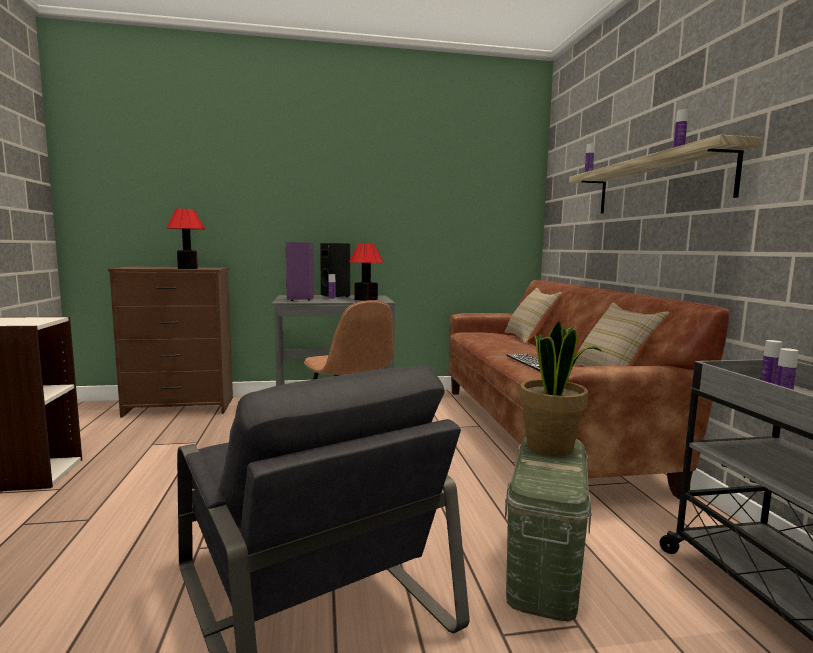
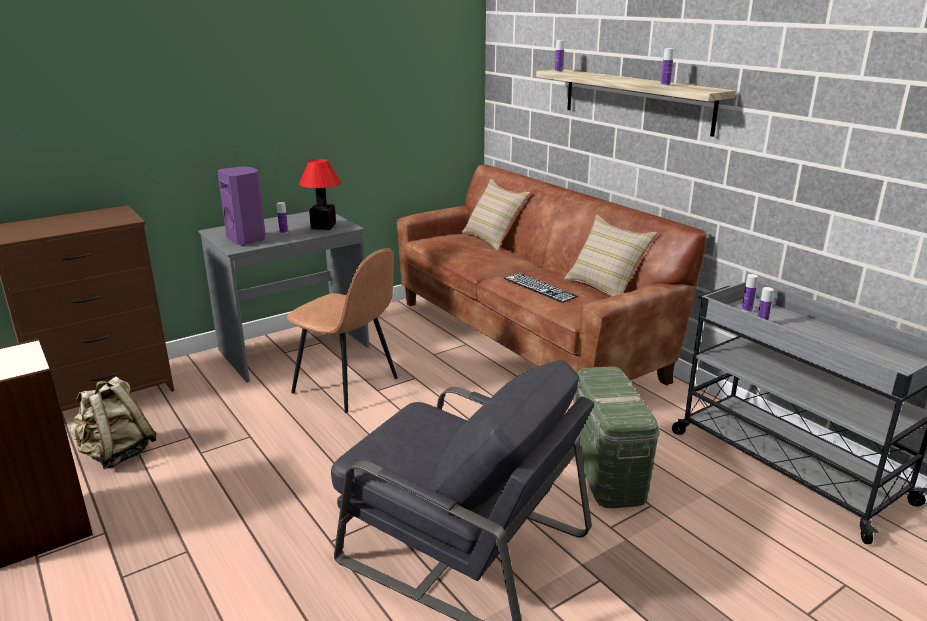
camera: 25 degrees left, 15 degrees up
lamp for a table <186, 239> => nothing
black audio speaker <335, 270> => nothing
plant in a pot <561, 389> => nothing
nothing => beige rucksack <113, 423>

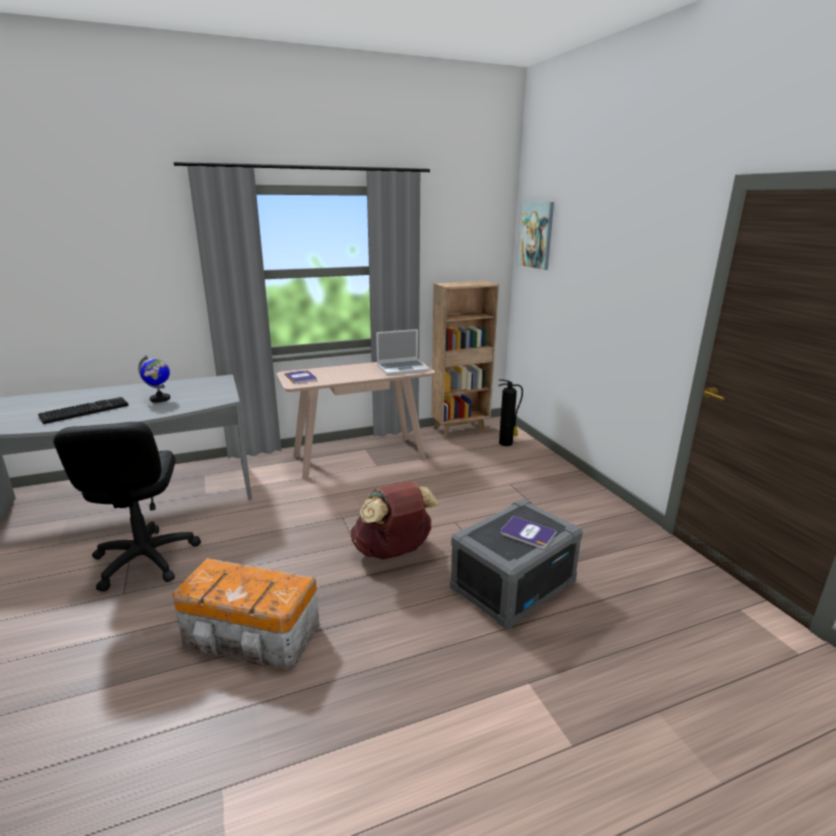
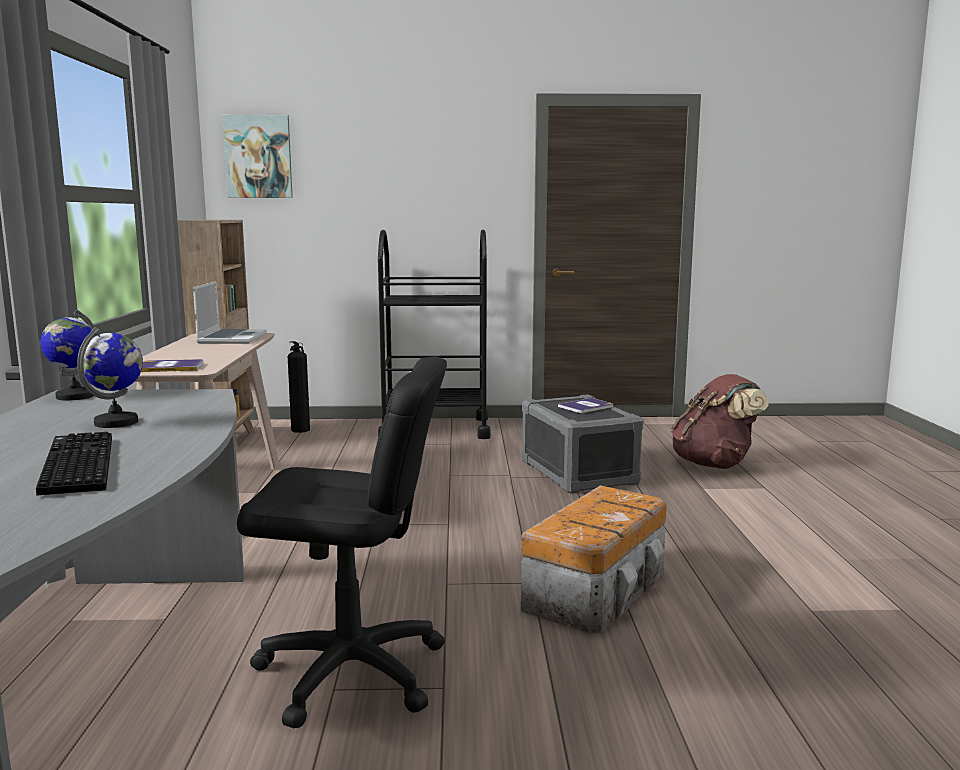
camera: 70 degrees left, 10 degrees down
brown-coloured rucksack <395, 520> => brown-coloured rucksack <720, 421>, move
nothing => desk globe <68, 355>
nothing => black wheeled cart <434, 334>

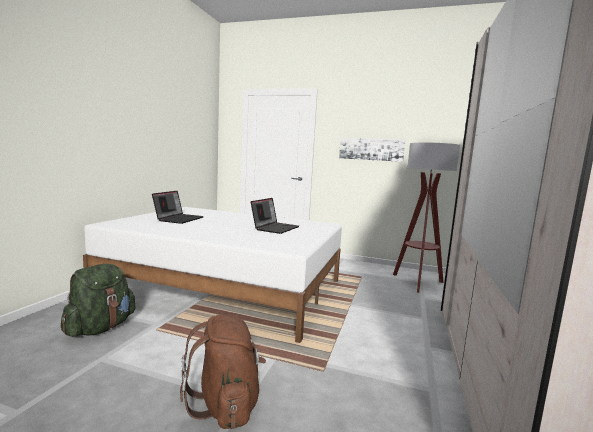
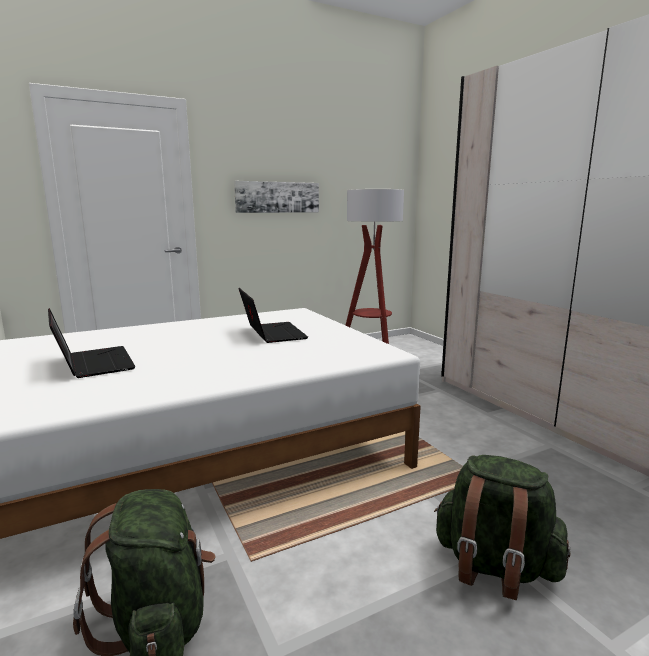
camera: 45 degrees left, 5 degrees up
brown-coloured rucksack <223, 372> => greenish rucksack <502, 527>

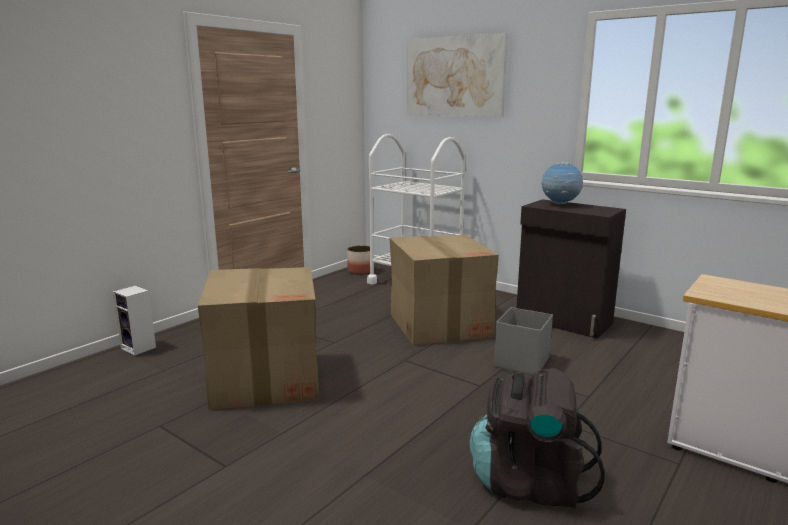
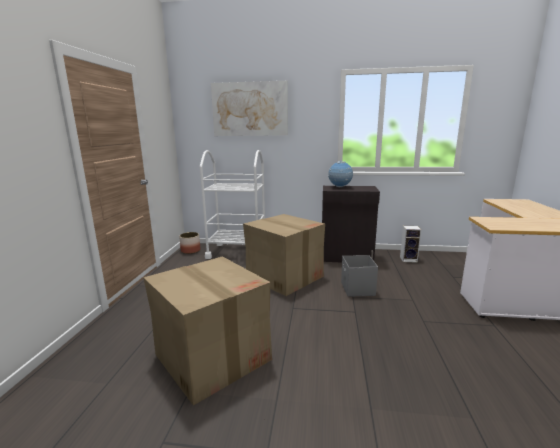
camera: 30 degrees left, 0 degrees up
audio speaker <134, 321> => audio speaker <410, 244>, move
black rucksack <537, 438> => nothing

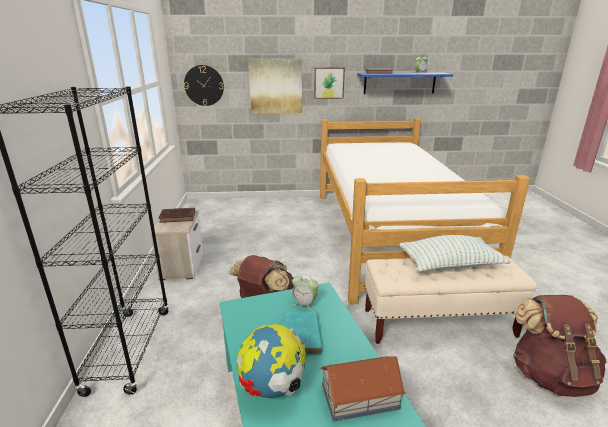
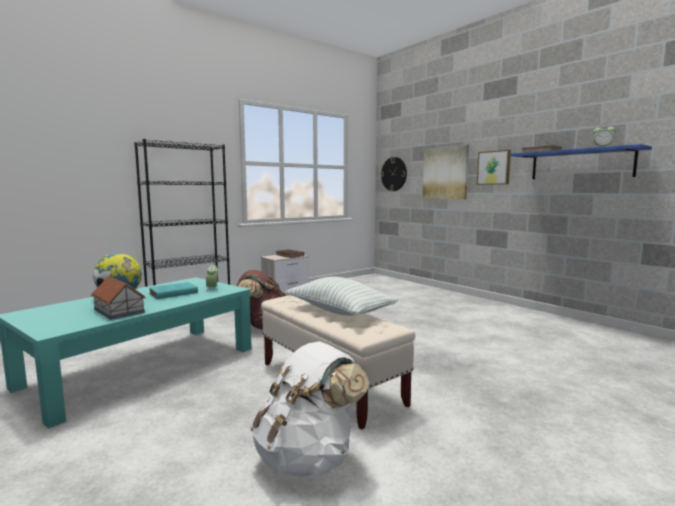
camera: 55 degrees right, 15 degrees down
bed <425, 211> => nothing
brown-coloured rucksack <560, 346> => whitish rucksack <309, 409>

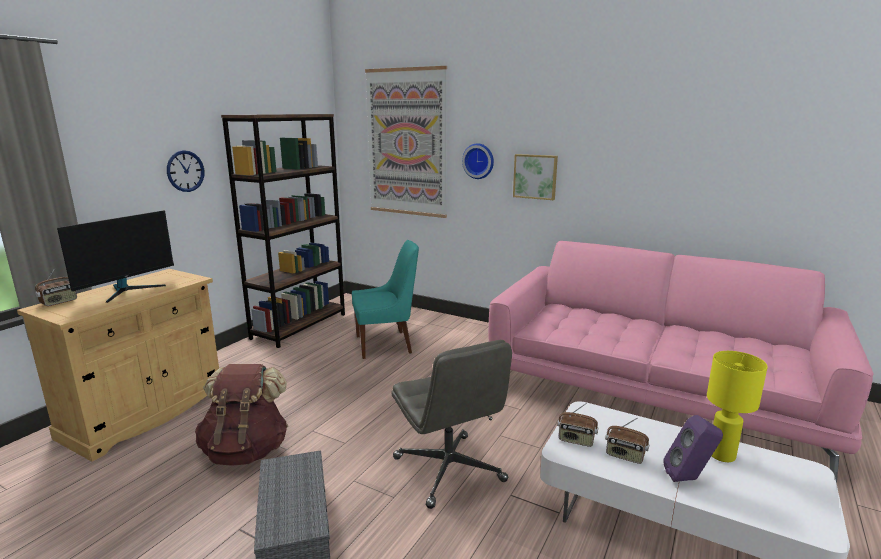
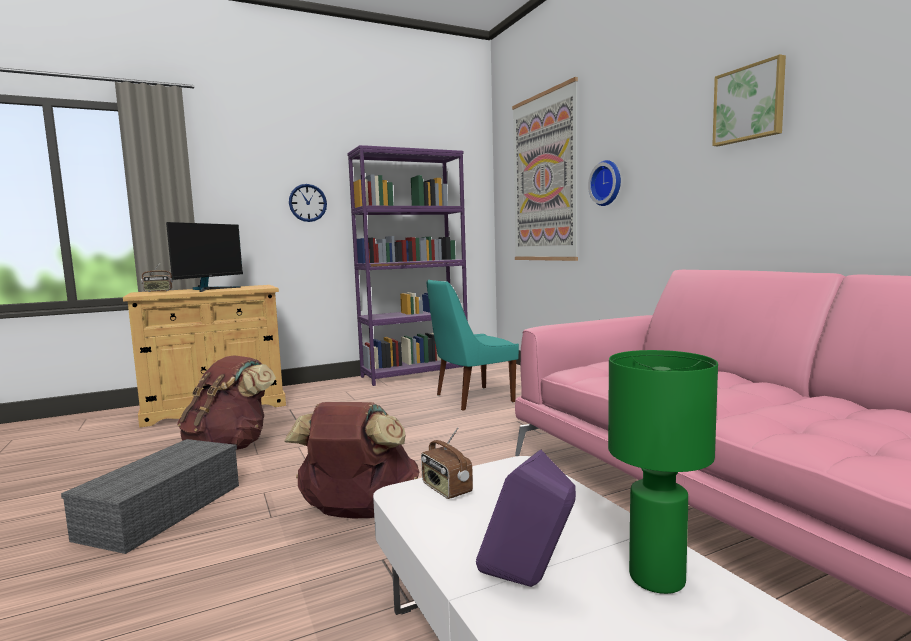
camera: 35 degrees right, 10 degrees down
computer display <115, 256> => computer display <204, 257>, 45 degrees counterclockwise
brown-coloured bookcase <283, 231> => purple-coloured bookcase <407, 265>
blue-green plain chair <385, 299> => blue-green plain chair <473, 345>, 135 degrees clockwise
grey computer chair <451, 424> => brown-coloured rucksack <351, 460>
wall art <535, 177> => wall art <749, 100>, move
radio receiver <627, 441> => nothing
yellow lamp for a table <737, 406> => greenish lamp for a table <663, 472>

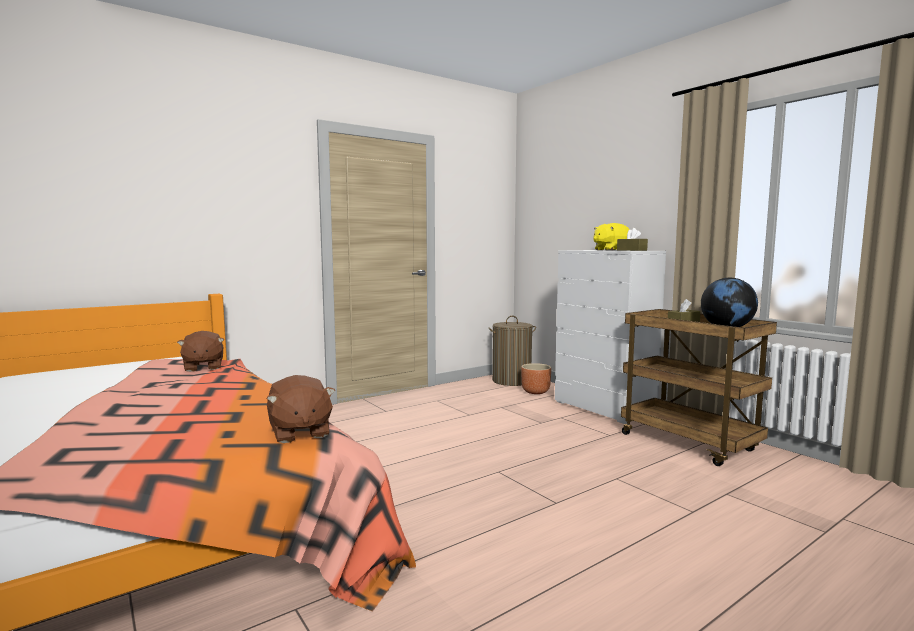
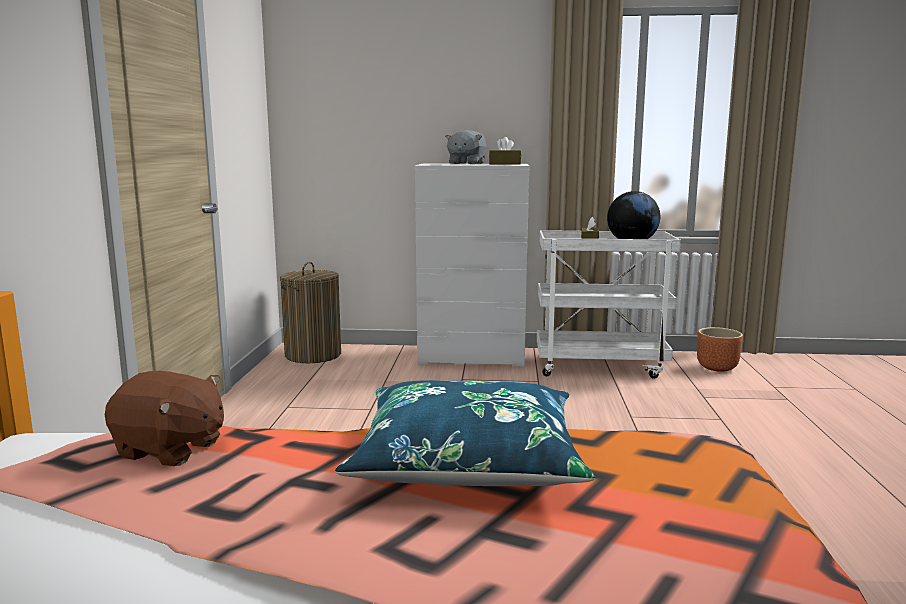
camera: 50 degrees left, 5 degrees up
brown-coloured soft toy <300, 409> => nothing
brown-coloured flower pot <536, 378> => brown-coloured flower pot <720, 349>, move
yellow soft toy <611, 236> => grey soft toy <466, 147>
brown-coloured wheeled cart <699, 387> => whitish wheeled cart <609, 304>
nothing => bluish pillow <465, 433>

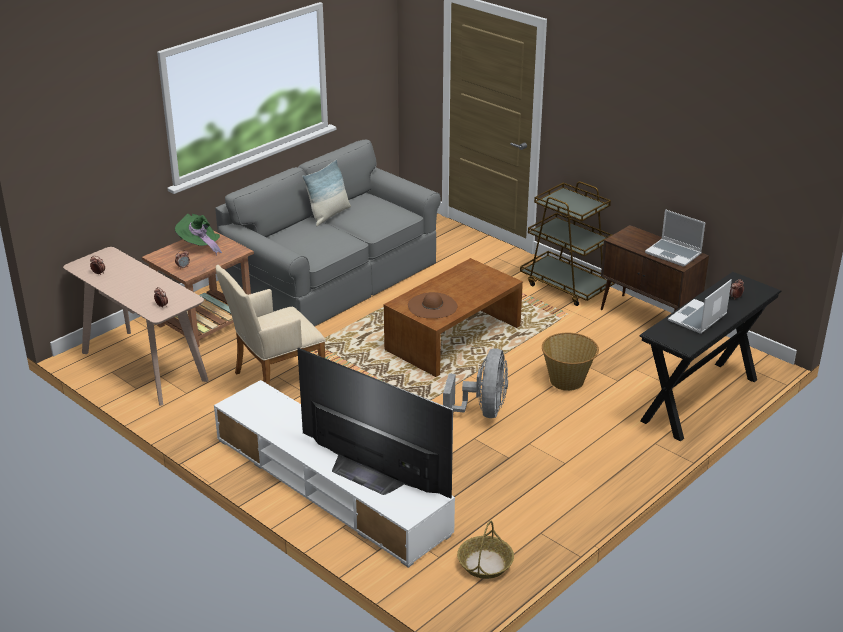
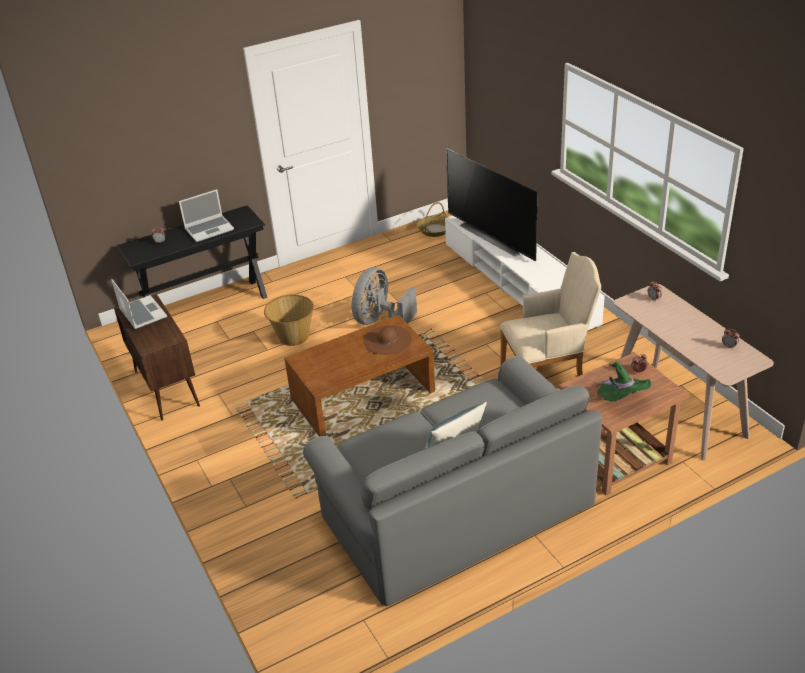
camera: 160 degrees left, 5 degrees up
brown-coloured wheeled cart <567, 243> => nothing

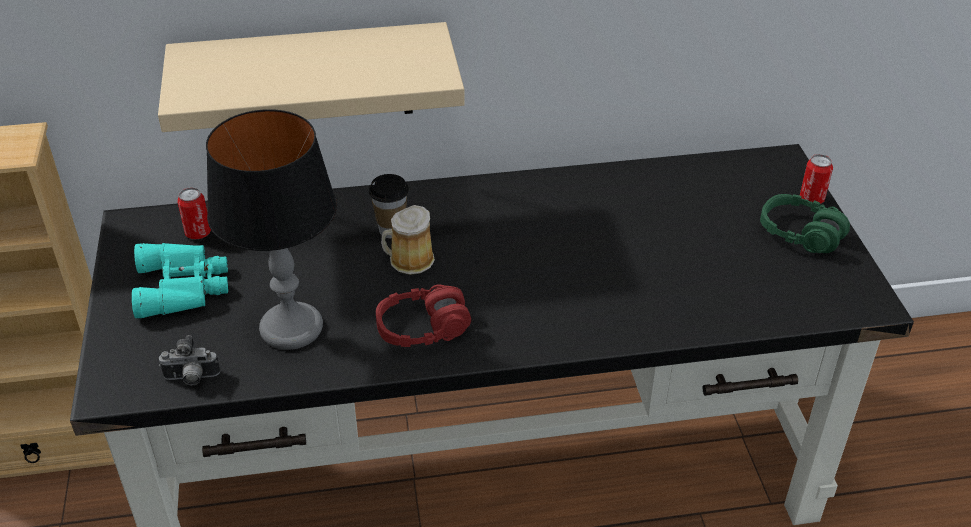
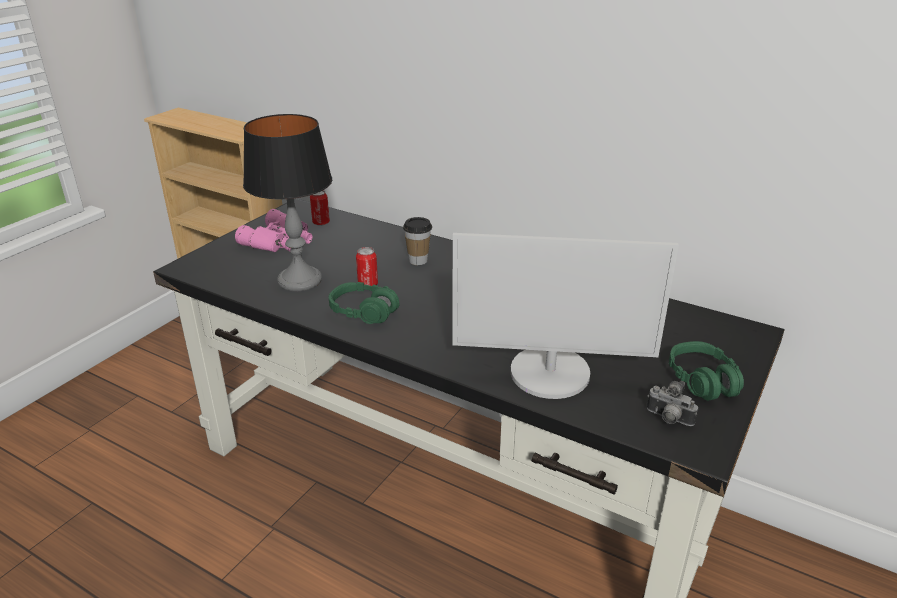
camera: 40 degrees right, 10 degrees down
blue-green pair of binoculars <180, 280> => pink pair of binoculars <273, 230>
beige wall shelf <311, 77> => nothing
photo camera <189, 360> => photo camera <672, 403>, move
red-coloured pair of headphones <423, 315> => greenish pair of headphones <364, 303>
coffee mug <408, 240> => nothing
can <816, 179> => can <367, 266>, move
nothing => computer display <565, 316>

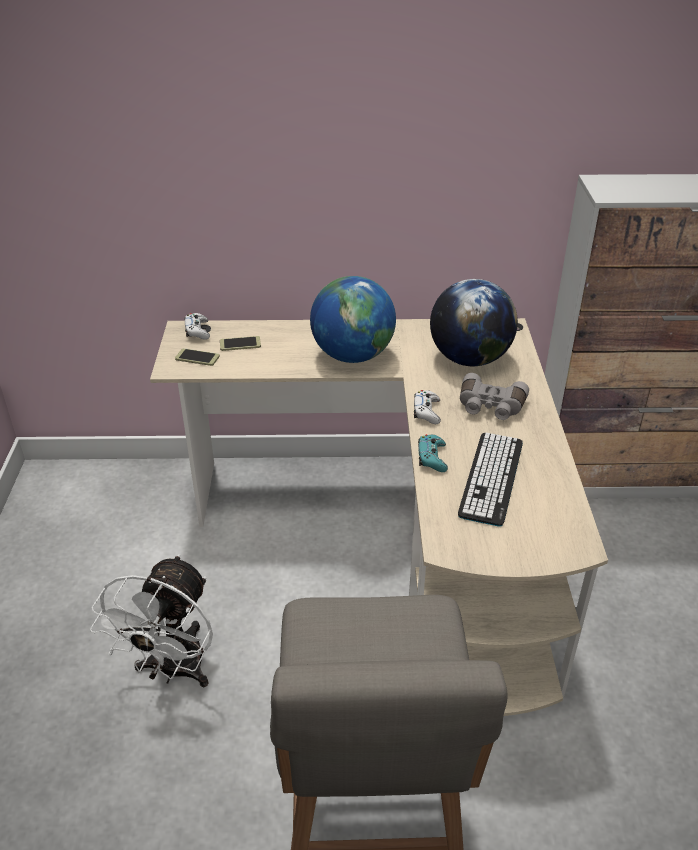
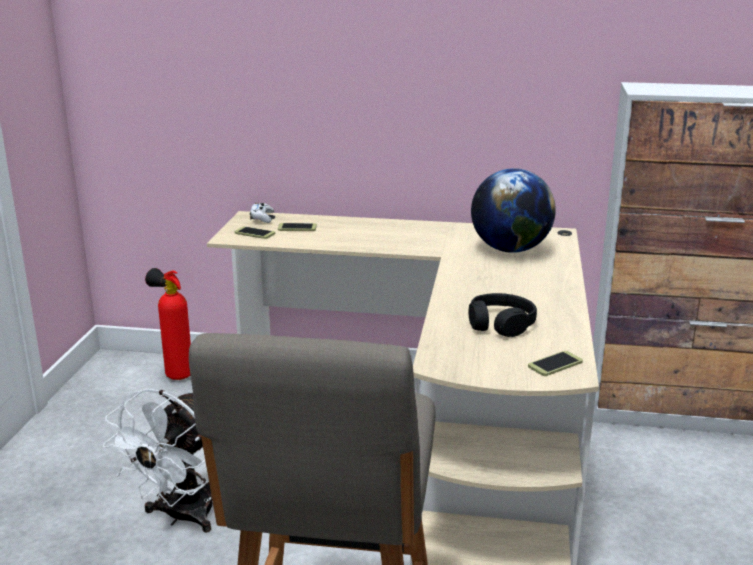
camera: 10 degrees right, 15 degrees down
desk globe <353, 319> => nothing
whitish joypad <427, 407> => nothing
blue-green joypad <433, 453> => nothing
computer keyboard <490, 479> => black pair of headphones <502, 315>
grey pair of binoculars <494, 396> => nothing
nothing => fire-fighting cylinder <168, 324>
nothing => handset <555, 363>

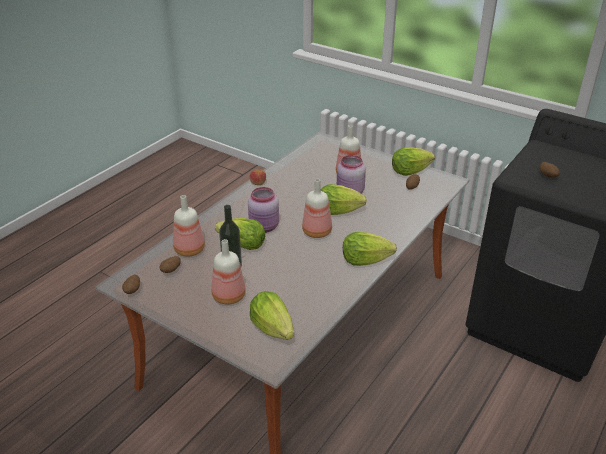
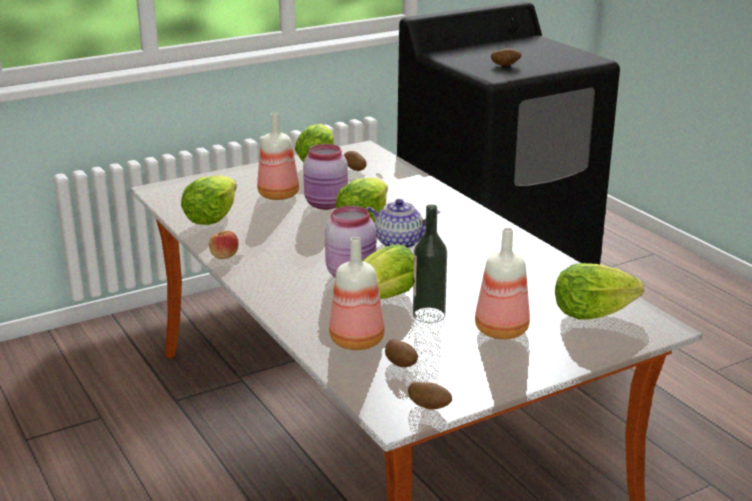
camera: 65 degrees left, 10 degrees down
bottle <317, 208> => teapot <403, 224>
head of lettuce <370, 249> => head of lettuce <209, 200>, move

